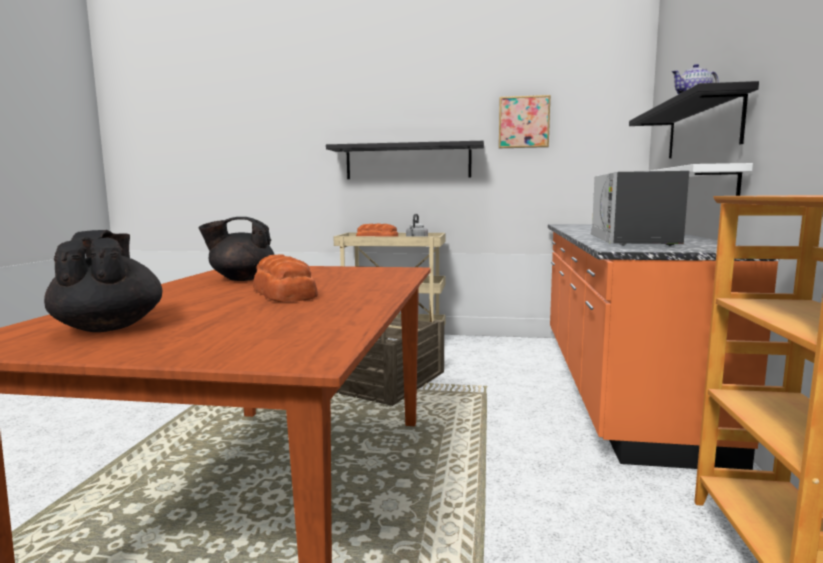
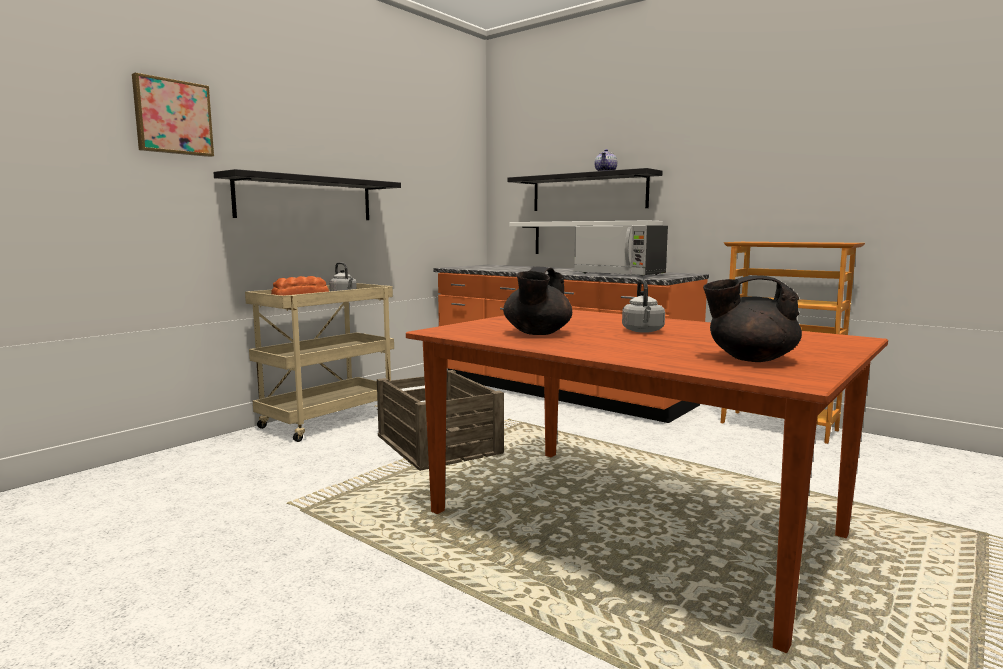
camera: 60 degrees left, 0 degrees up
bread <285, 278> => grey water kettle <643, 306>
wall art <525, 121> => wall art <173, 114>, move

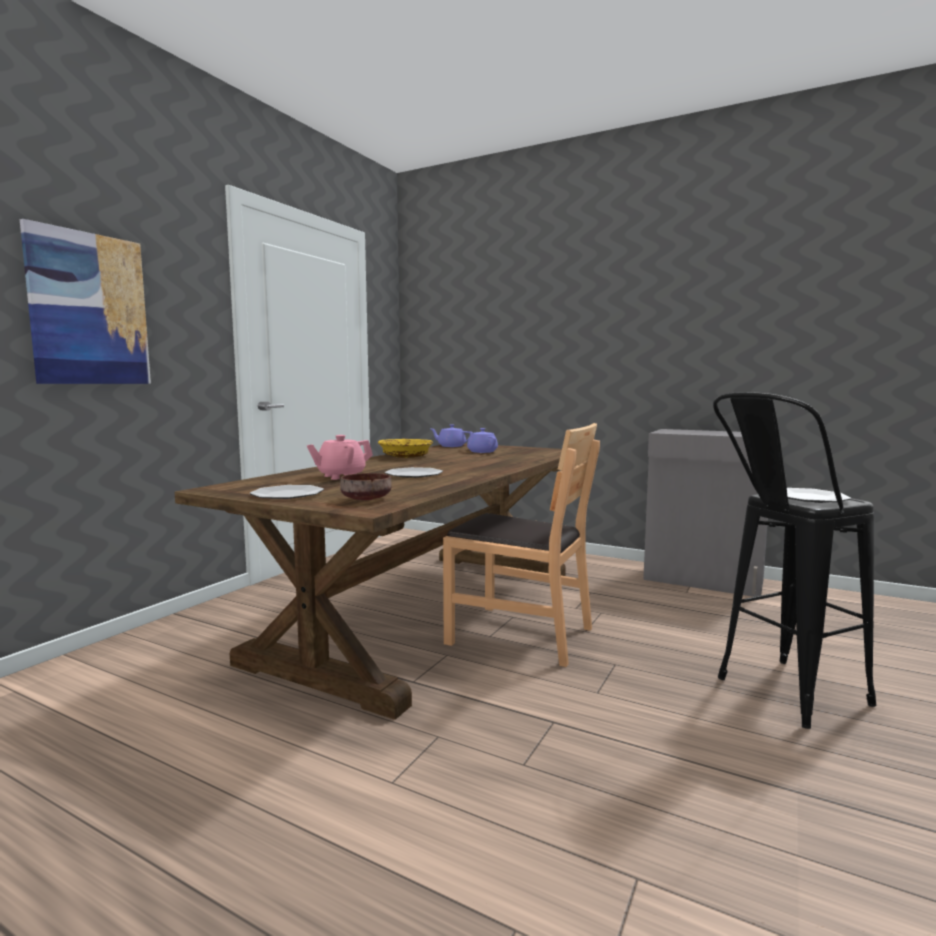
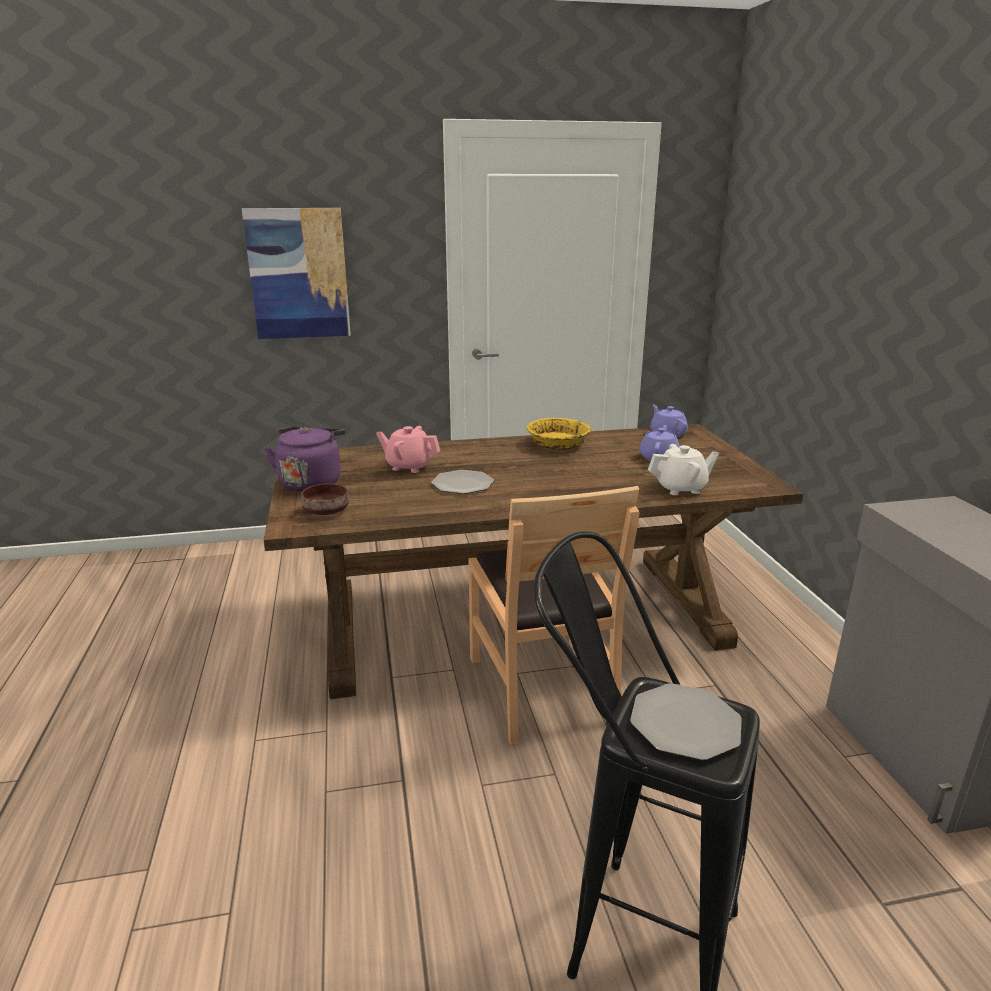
camera: 50 degrees right, 15 degrees up
flat dish <287, 492> => purple-coloured water kettle <304, 459>
nothing => whitish teapot <683, 469>

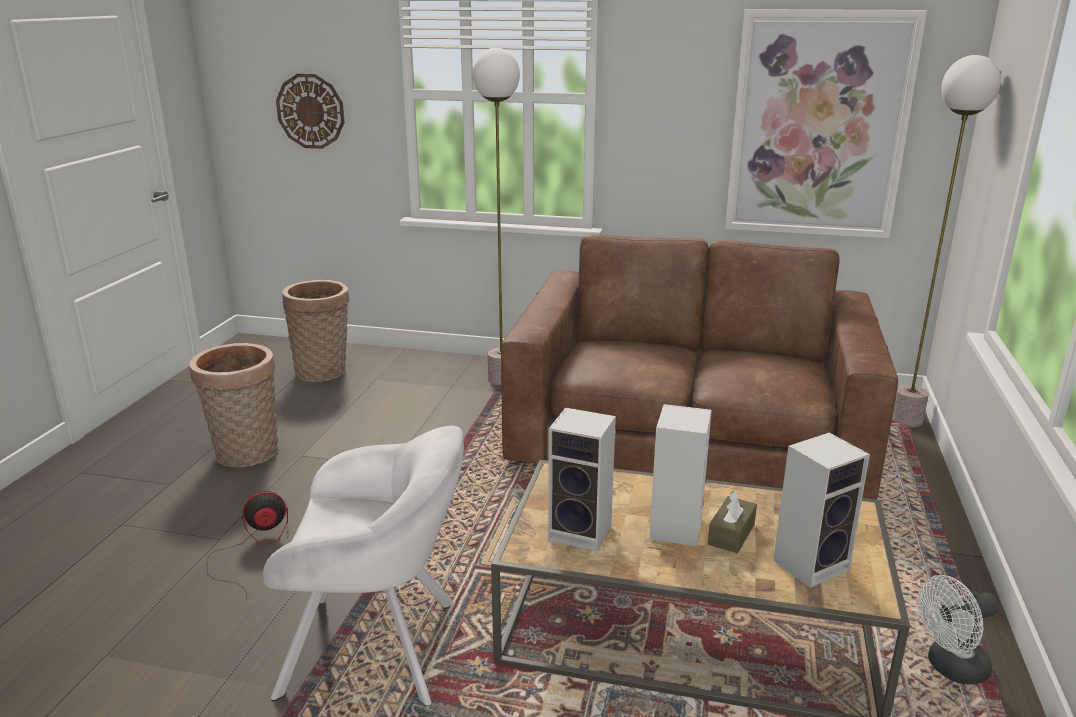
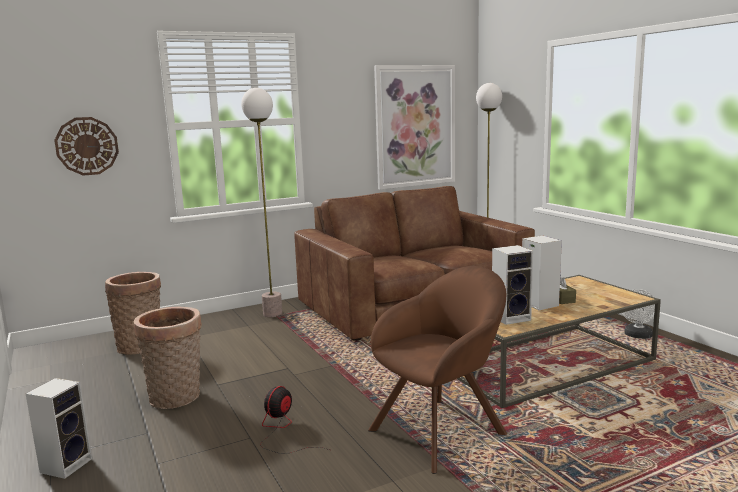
camera: 40 degrees left, 10 degrees down
whitish easy chair <363, 565> => brown-coloured easy chair <437, 370>
audio speaker <821, 510> => audio speaker <59, 428>, move

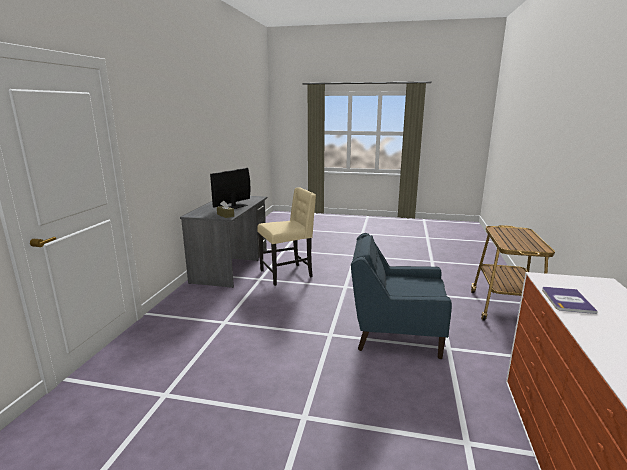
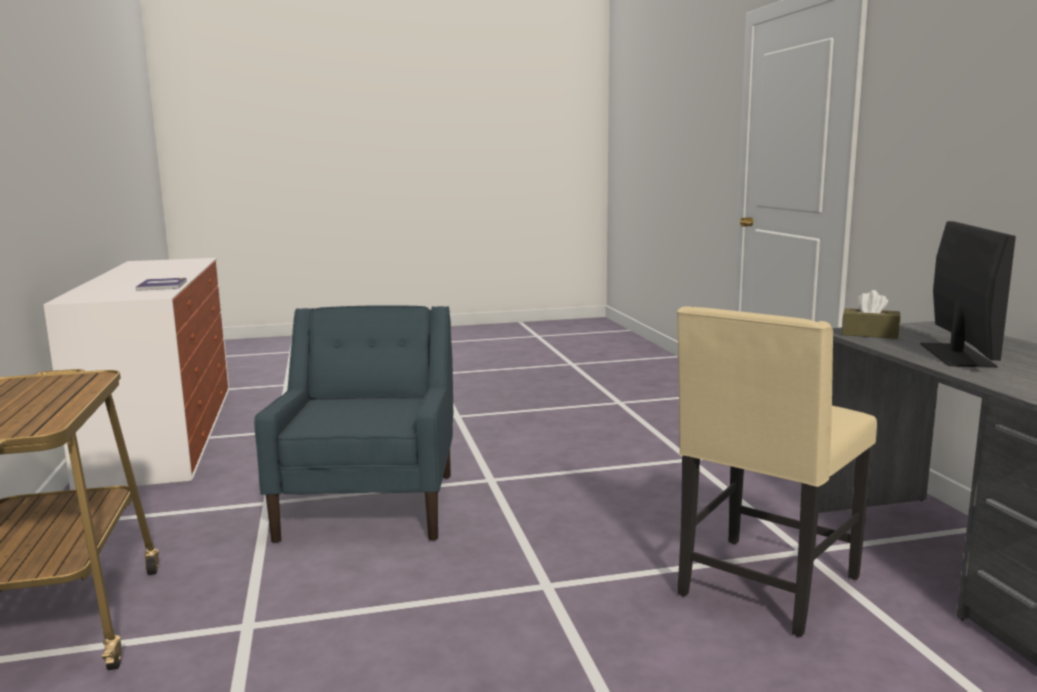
camera: 155 degrees right, 5 degrees down
bluish easy chair <401, 296> => bluish easy chair <353, 424>, 75 degrees counterclockwise

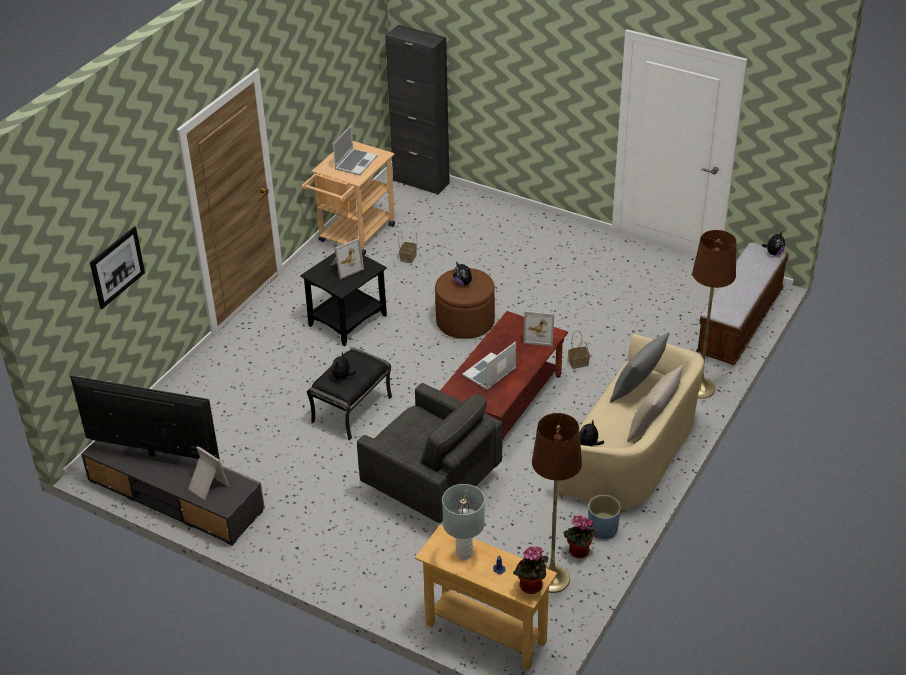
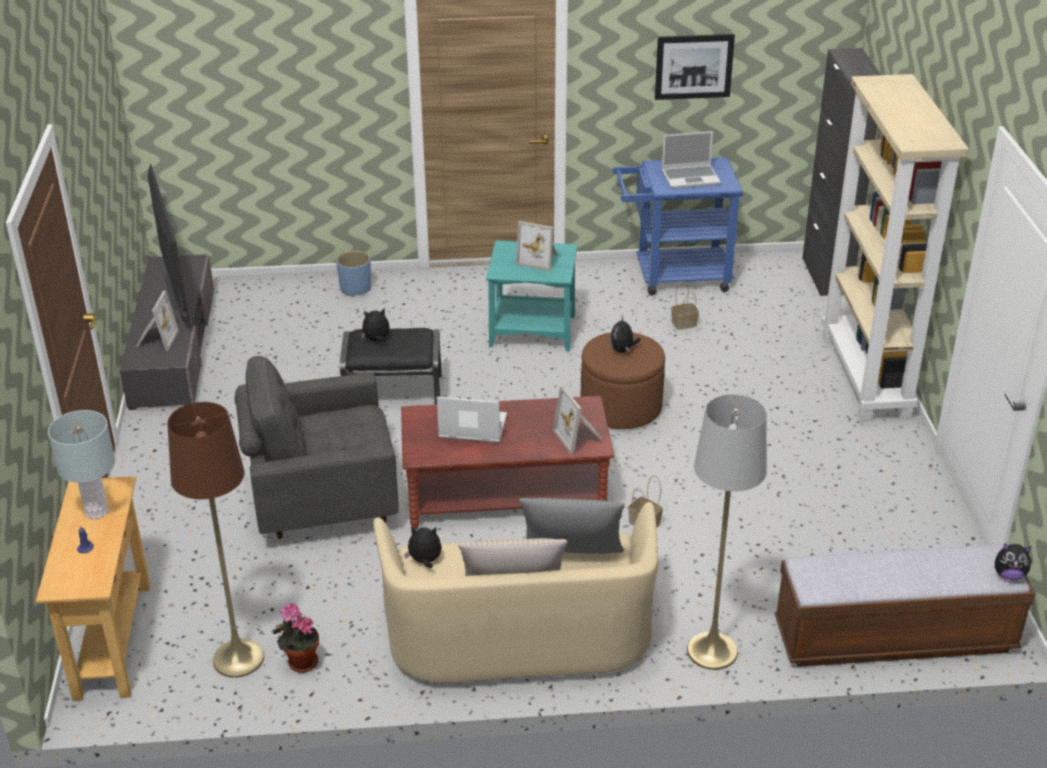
camera: 55 degrees right, 5 degrees down
wall art <117, 267> => wall art <695, 67>, move
black accent table <343, 299> => blue-green accent table <531, 296>
beige wheeled cart <348, 198> => bluish wheeled cart <678, 226>
grey easy chair <429, 453> => grey easy chair <316, 447>, 75 degrees clockwise
plant in a pot <530, 570> => nothing
bluish flower pot <604, 517> => bluish flower pot <353, 273>, move
brown-coloured standard lamp <714, 314> => grey standard lamp <727, 532>
nothing => beige bookcase <895, 248>

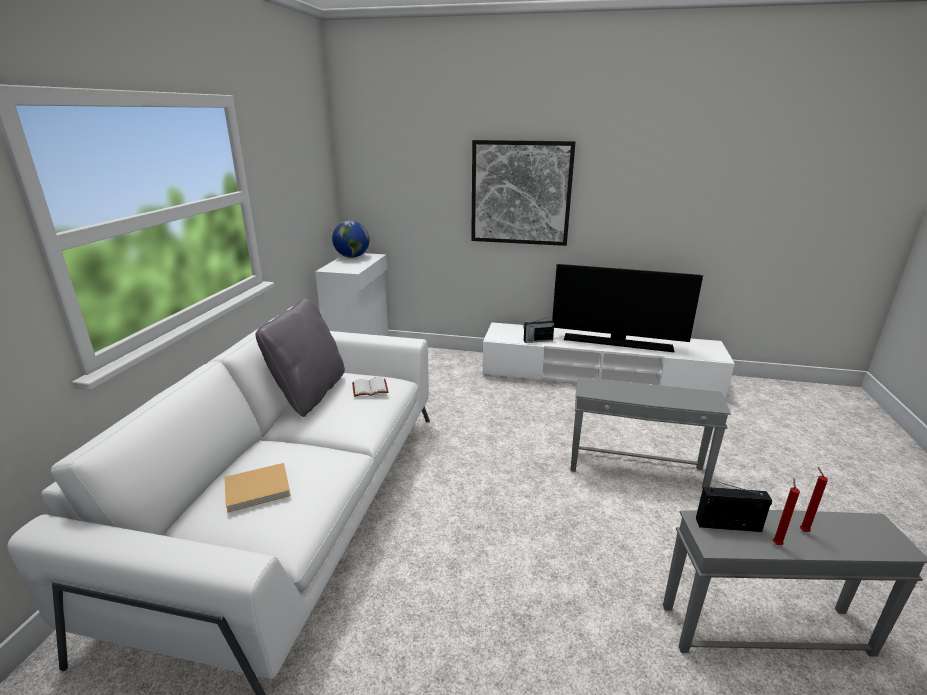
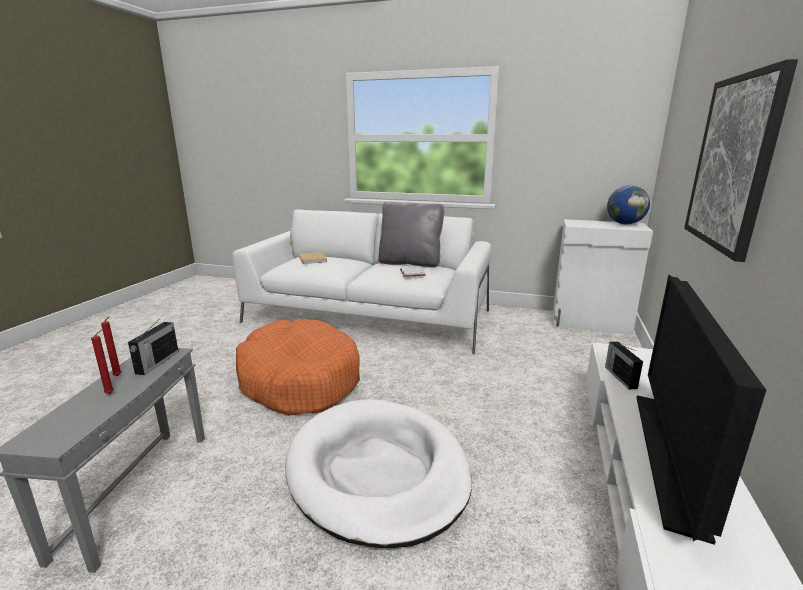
camera: 95 degrees right, 5 degrees down
grey accent table <650, 433> => whitish pet bed <378, 473>
nothing => orange-coloured pet bed <298, 367>

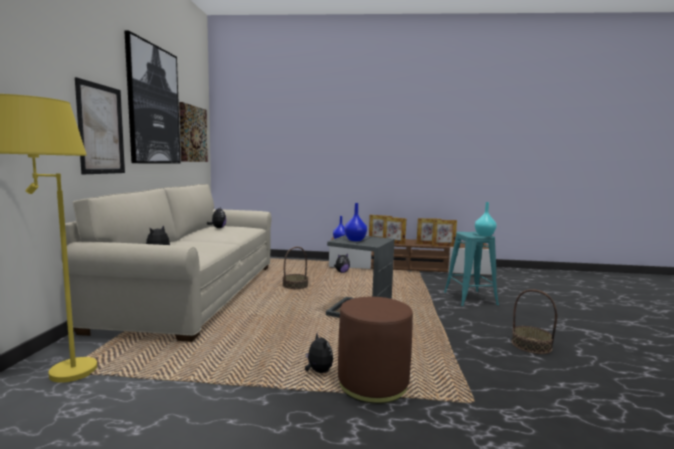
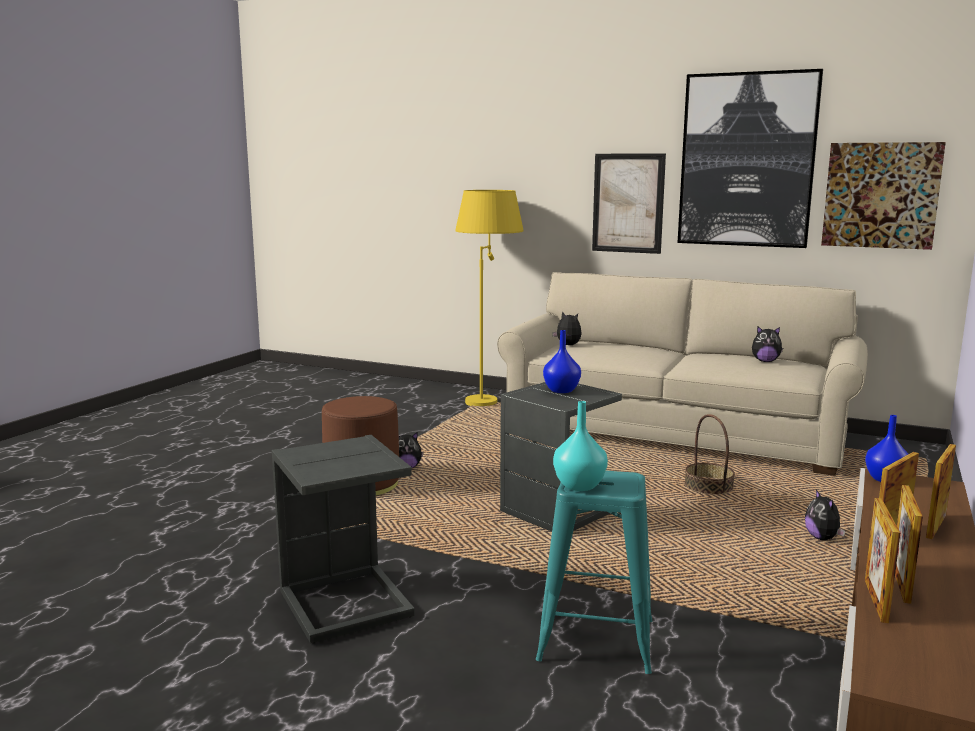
camera: 110 degrees right, 5 degrees up
household basket <534, 321> => grey accent table <343, 539>

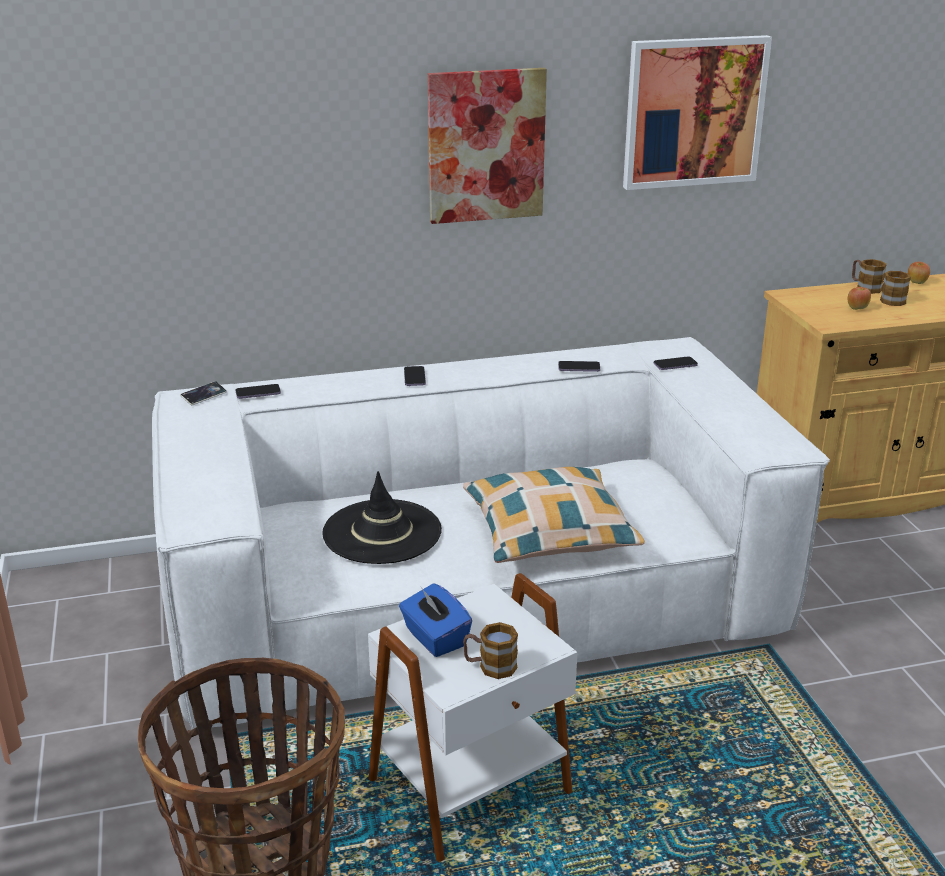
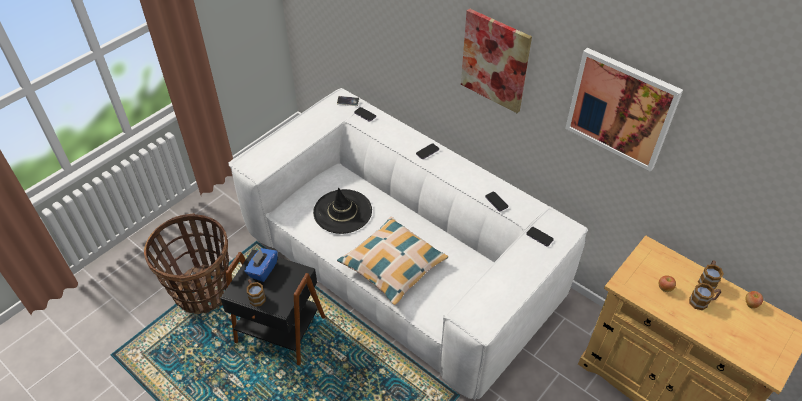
camera: 55 degrees right, 20 degrees up
whitish accent table <472, 717> => black accent table <272, 307>

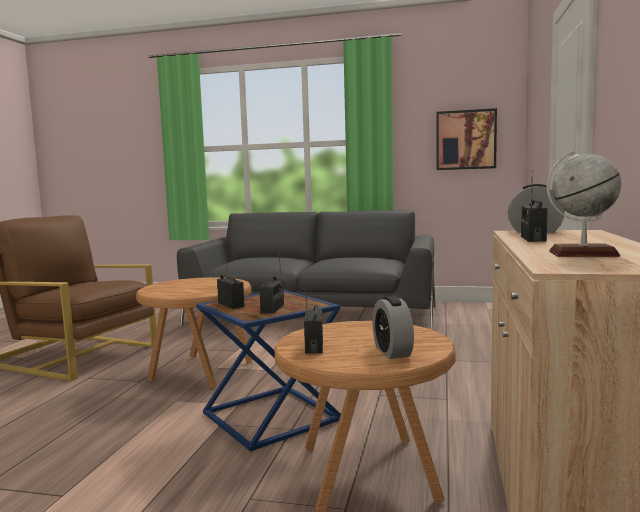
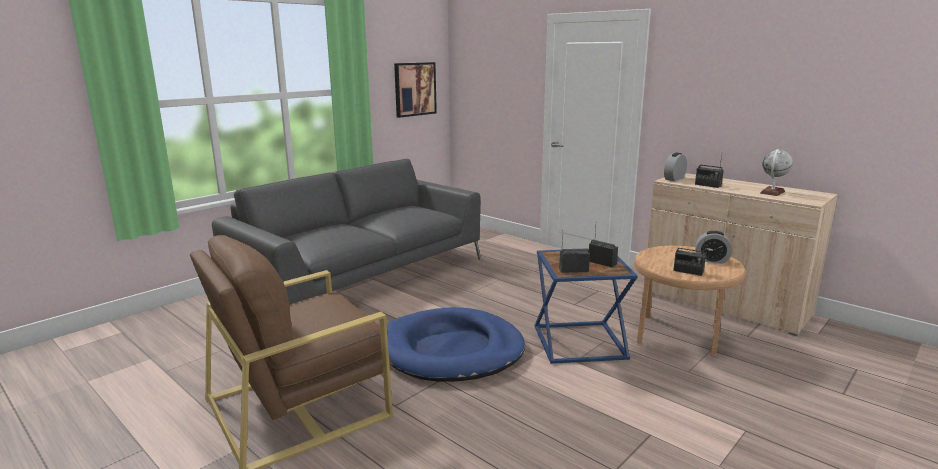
camera: 60 degrees left, 10 degrees up
brown-coloured accent table <194, 333> => bluish pet bed <456, 344>

